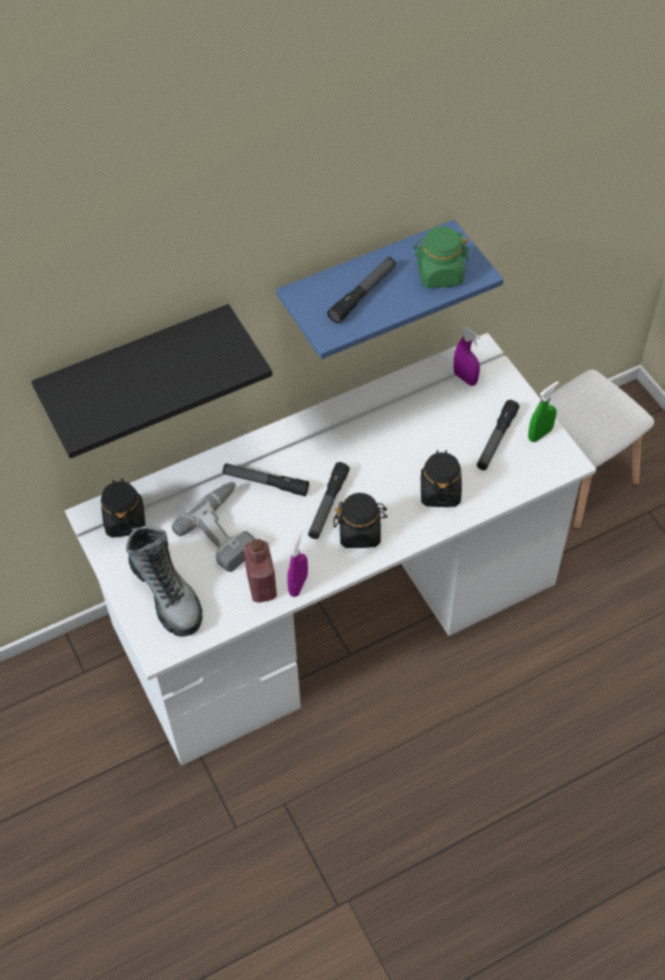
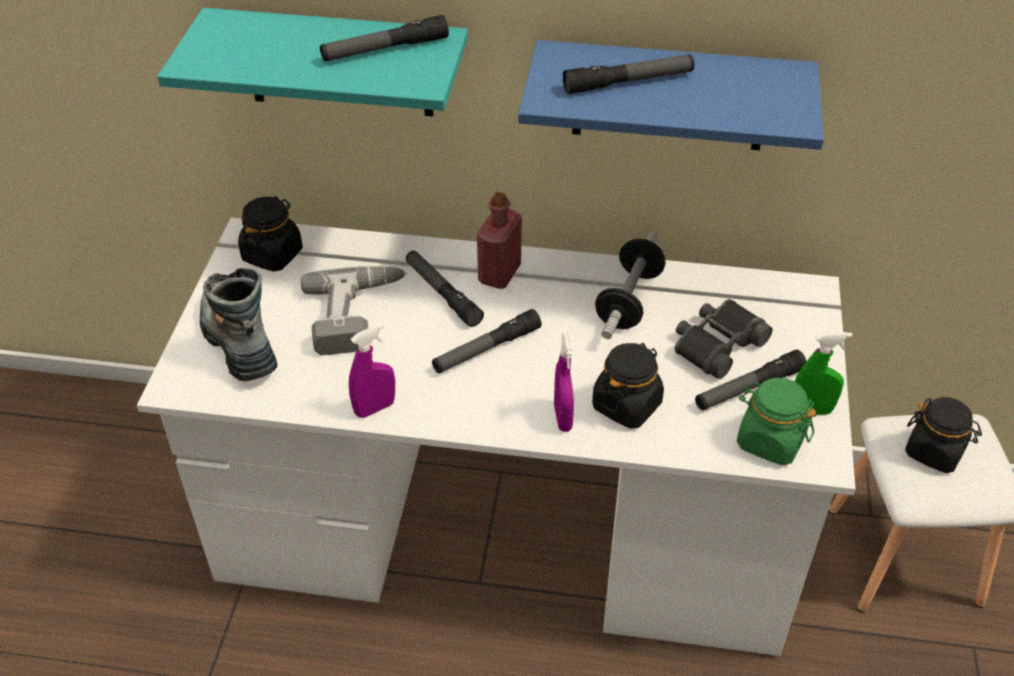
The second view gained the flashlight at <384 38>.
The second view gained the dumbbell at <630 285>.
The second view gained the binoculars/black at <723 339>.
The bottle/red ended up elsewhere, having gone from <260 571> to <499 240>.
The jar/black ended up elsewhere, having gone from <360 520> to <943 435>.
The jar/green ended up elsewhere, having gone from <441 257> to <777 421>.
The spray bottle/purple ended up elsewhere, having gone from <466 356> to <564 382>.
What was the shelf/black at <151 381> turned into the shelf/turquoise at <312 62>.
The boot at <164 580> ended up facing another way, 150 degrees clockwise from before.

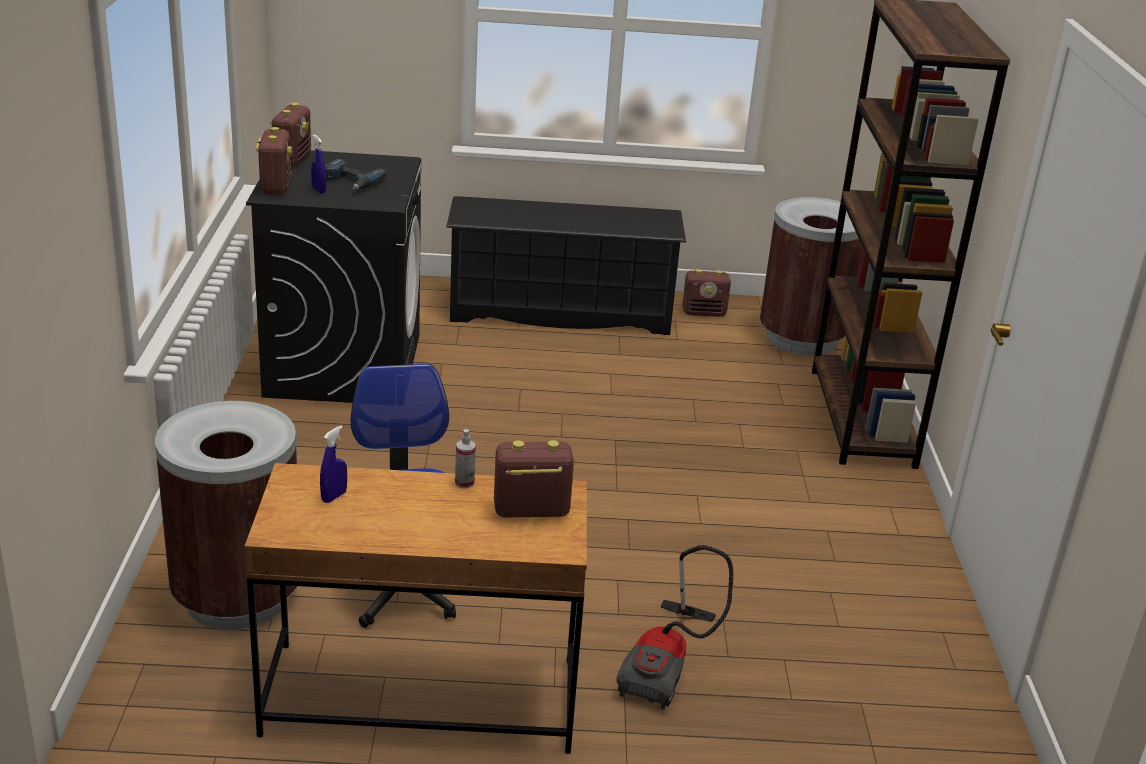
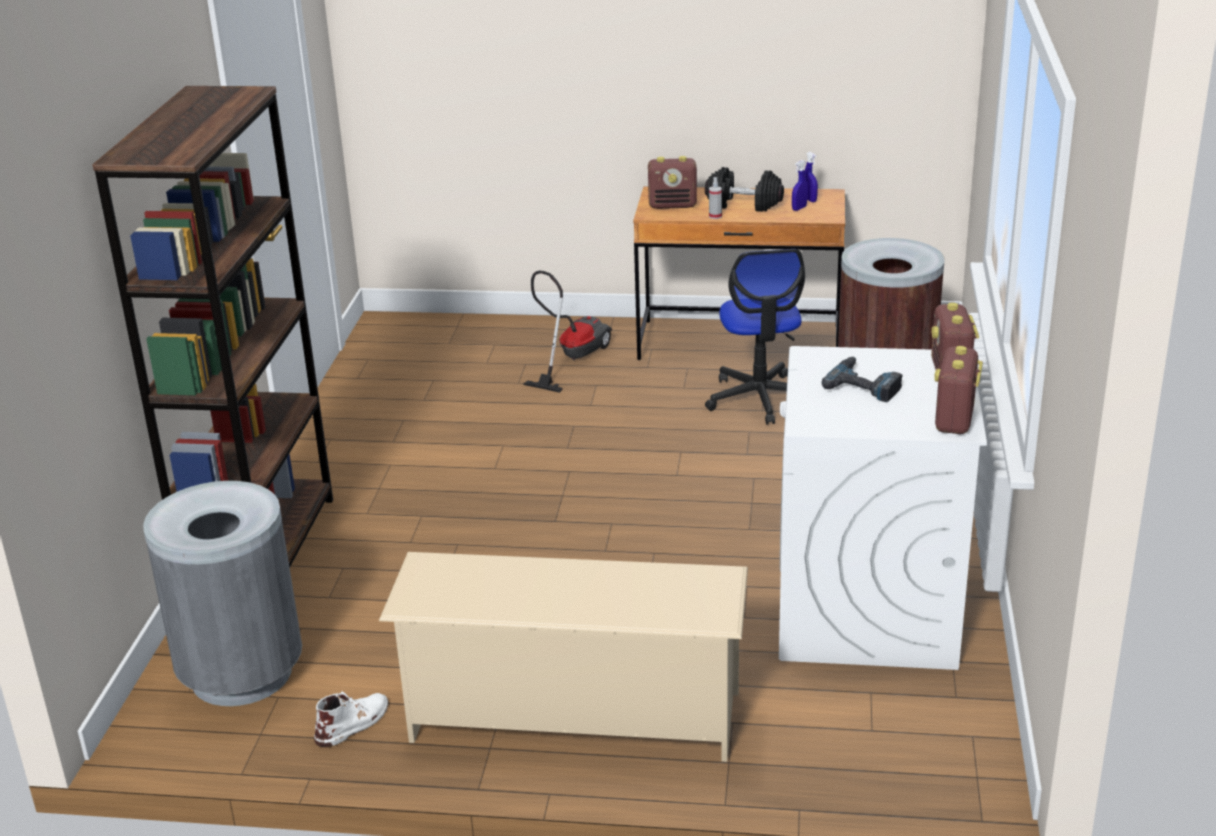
The second view gained the dumbbell/black at <744 189>.
The spray bottle/blue ended up elsewhere, having gone from <318 164> to <811 177>.
Where the radio stood at <706 293>, the boot/white came to stand at <351 719>.
What was the washing machine/black at <333 276> turned into the washing machine/white at <883 508>.
What was the shoe rack/black at <566 265> turned into the shoe rack/beige at <563 657>.
What was the trash can/brown at <811 276> turned into the trash can/grey at <222 593>.

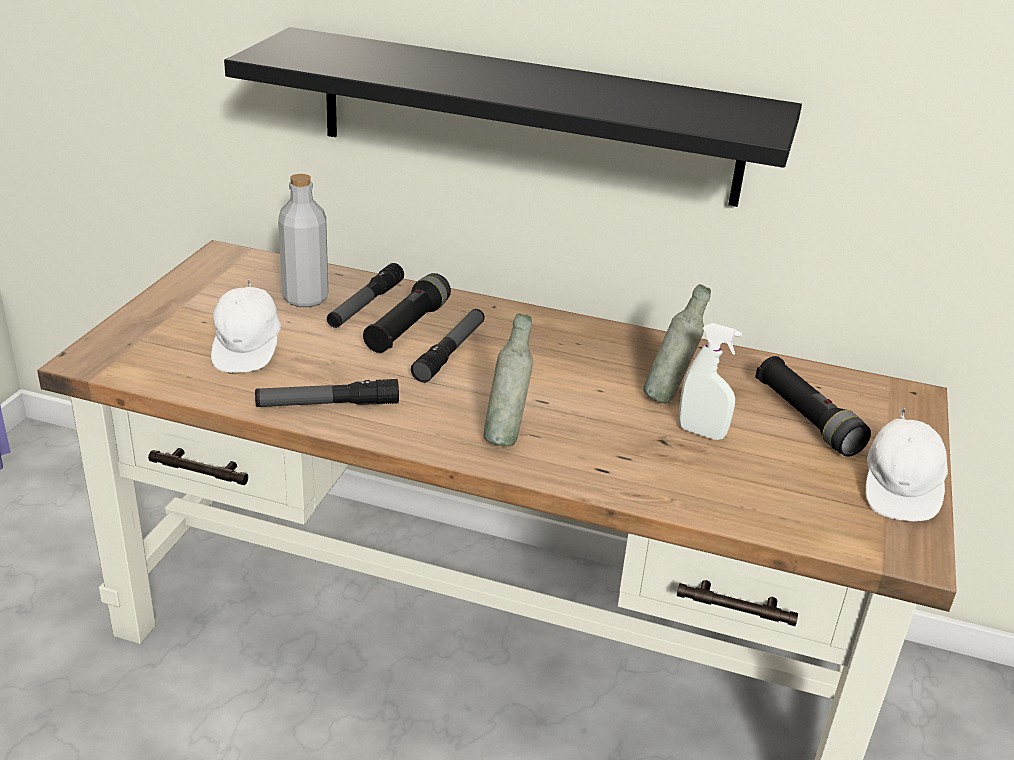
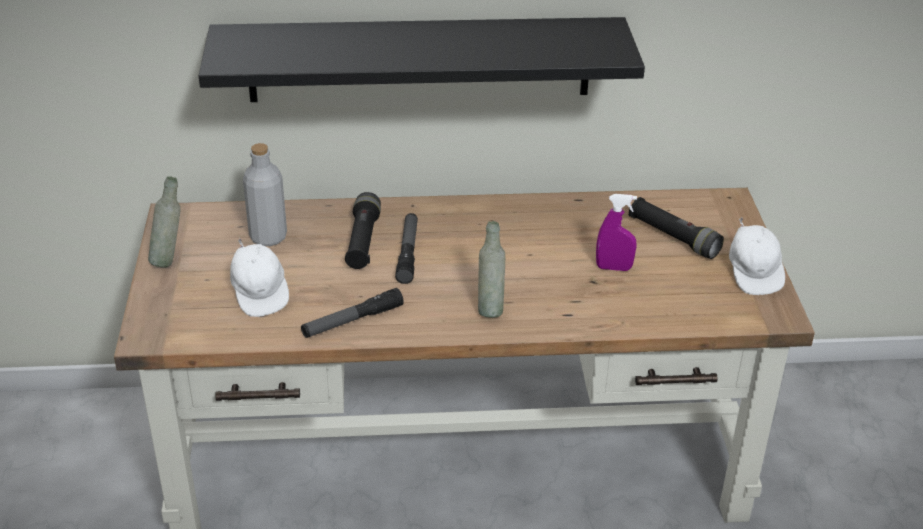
The second view lost the flashlight at <365 295>.
The bottle/grey ended up elsewhere, having gone from <677 343> to <164 222>.
What was the spray bottle/white at <710 381> turned into the spray bottle/purple at <616 232>.

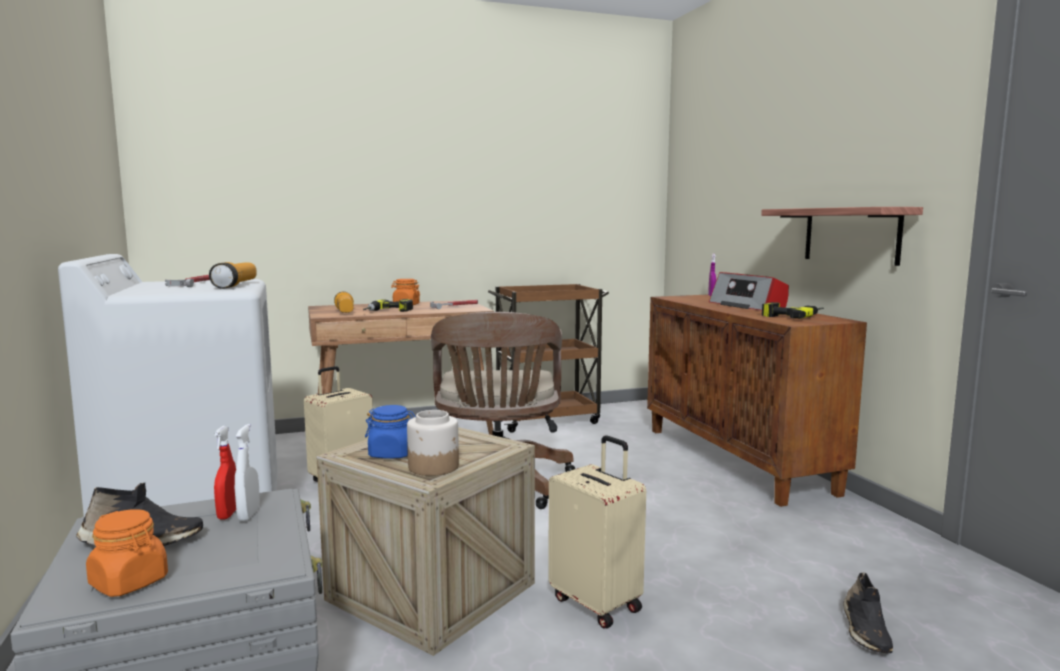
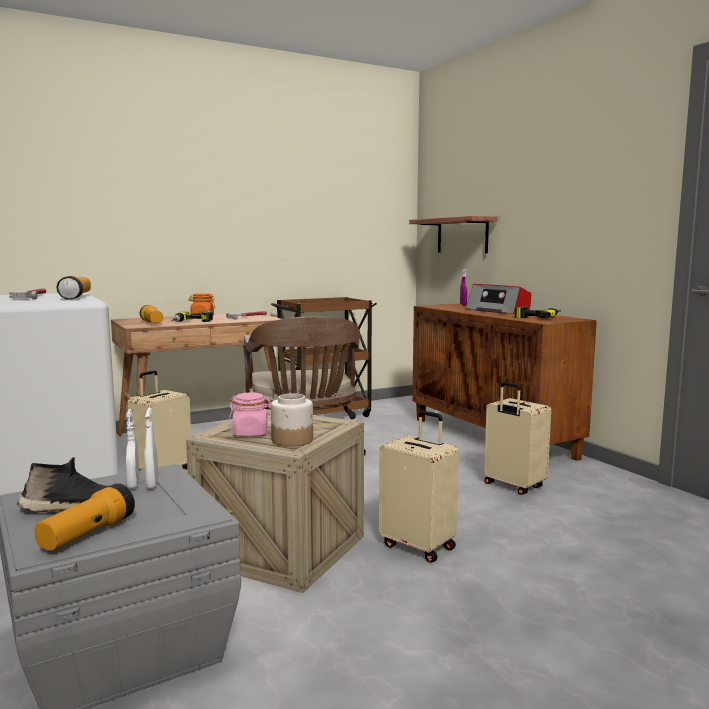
The second view lost the shoe/black at <868 612>.
The second view gained the suitcase/beige at <517 438>.
The shelf ended up elsewhere, having gone from <842 236> to <453 234>.
Where the jar/orange stood at <127 553>, the flashlight came to stand at <85 517>.
What was the spray bottle/red at <225 473> turned into the spray bottle/white at <132 448>.
What was the jar/blue at <390 432> turned into the jar/pink at <249 415>.

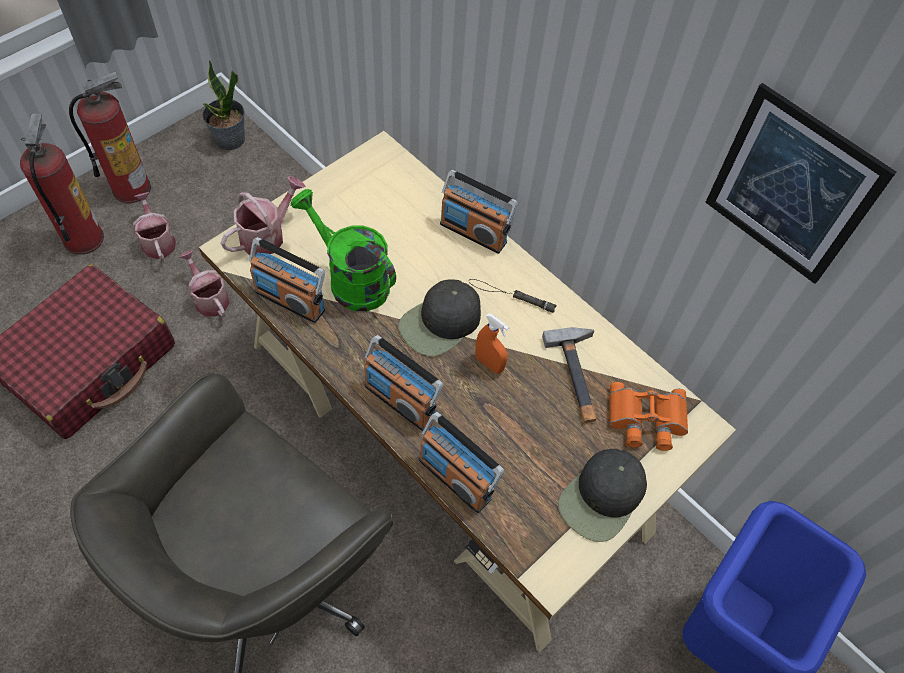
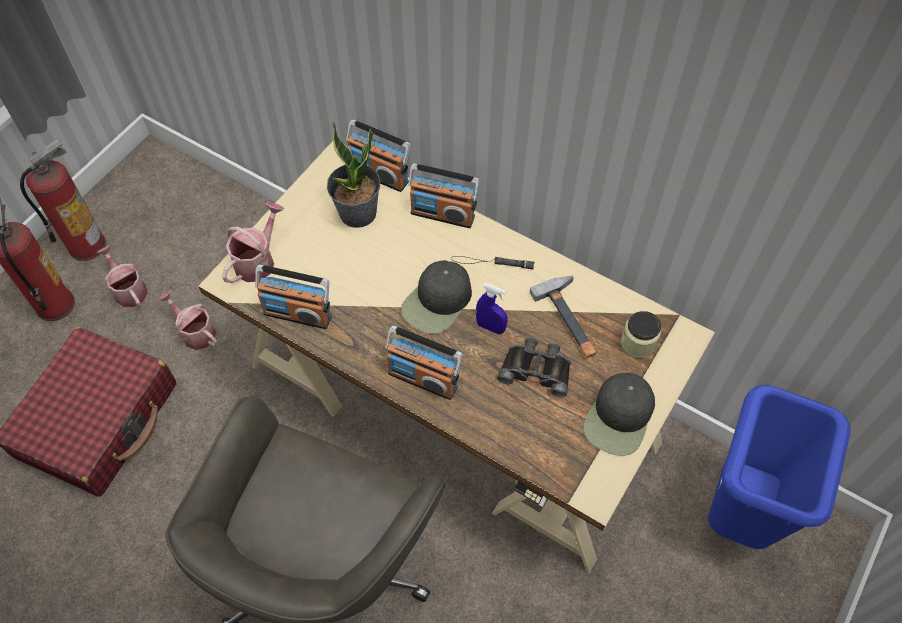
The second view lost the watering can/green at <343 250>.
The second view lost the picture at <800 183>.
The second view gained the binoculars/black at <534 367>.
The potted plant ended up elsewhere, having gone from <224 105> to <353 175>.
The radio ended up elsewhere, having gone from <461 462> to <378 156>.
Where the binoculars/orange stood at <648 416>, the jar came to stand at <641 334>.
What was the spray bottle/orange at <492 343> turned into the spray bottle/blue at <492 308>.

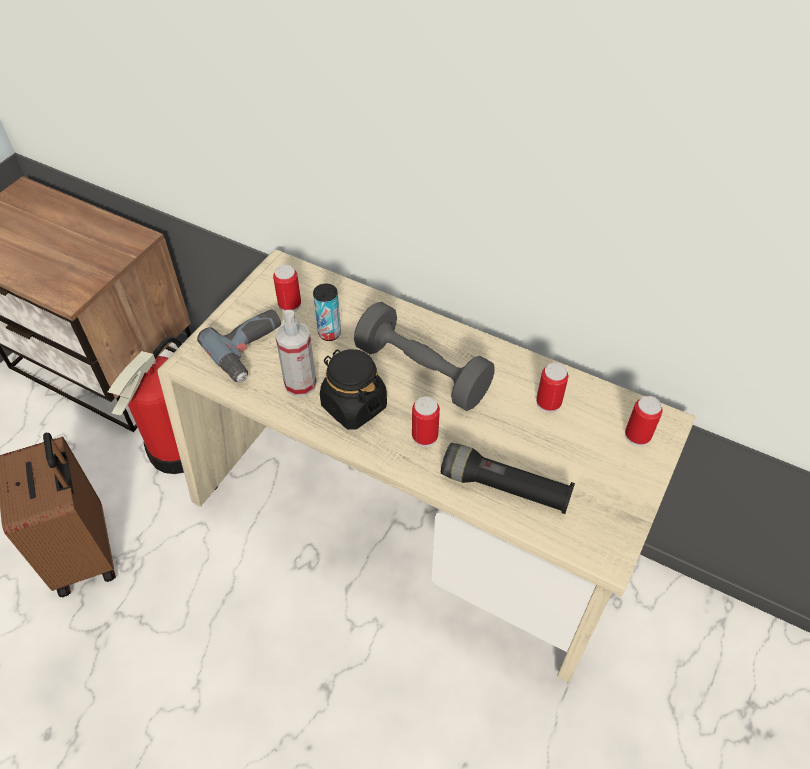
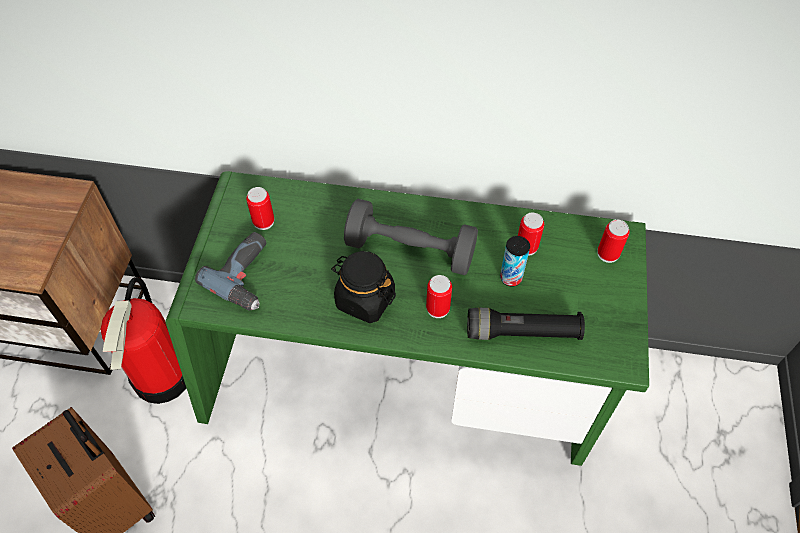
The second view lost the spray bottle at <296 353>.
The can ended up elsewhere, having gone from <327 312> to <515 261>.
What was the desk/beige at <426 466> turned into the desk/green at <407 318>.

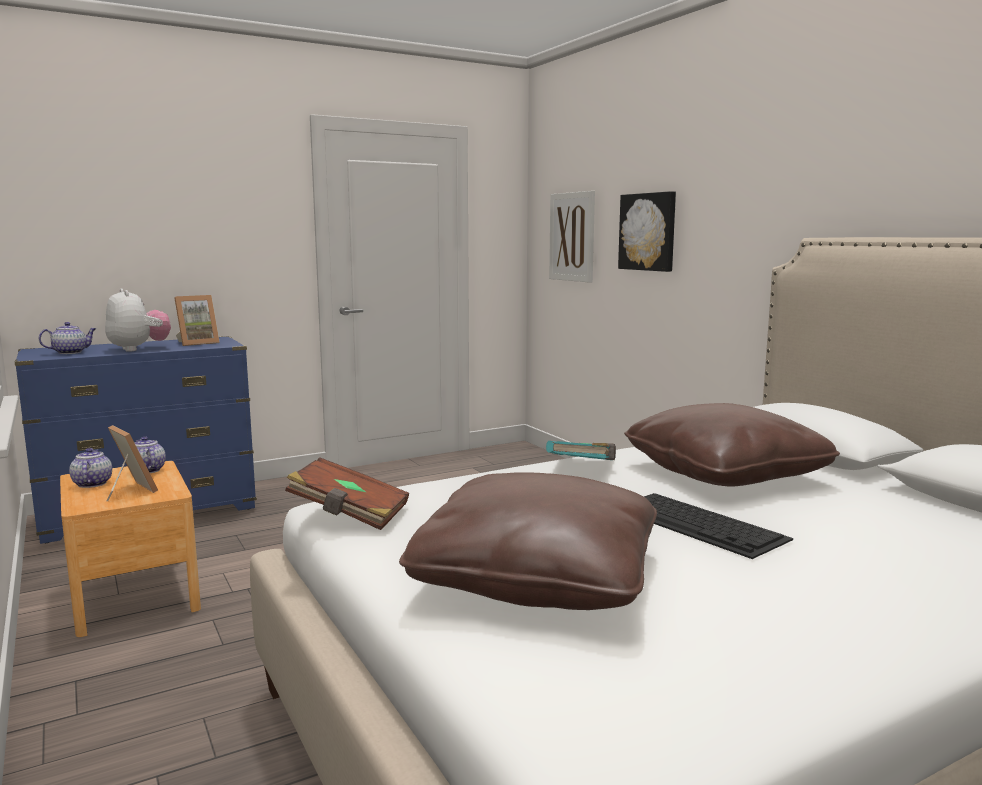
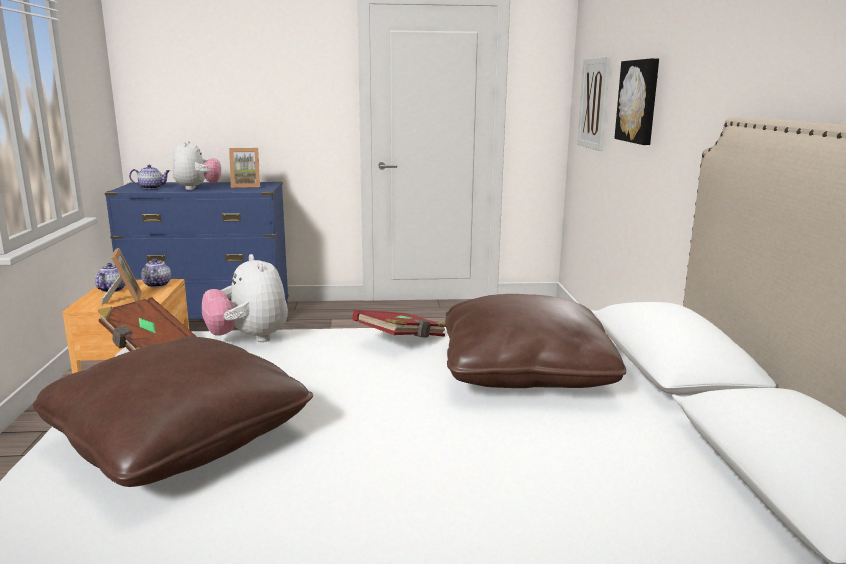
The second view lost the keyboard at <718 526>.
The second view gained the plush toy at <245 298>.
What was the book/turquoise at <581 450> turned into the book/red at <399 323>.

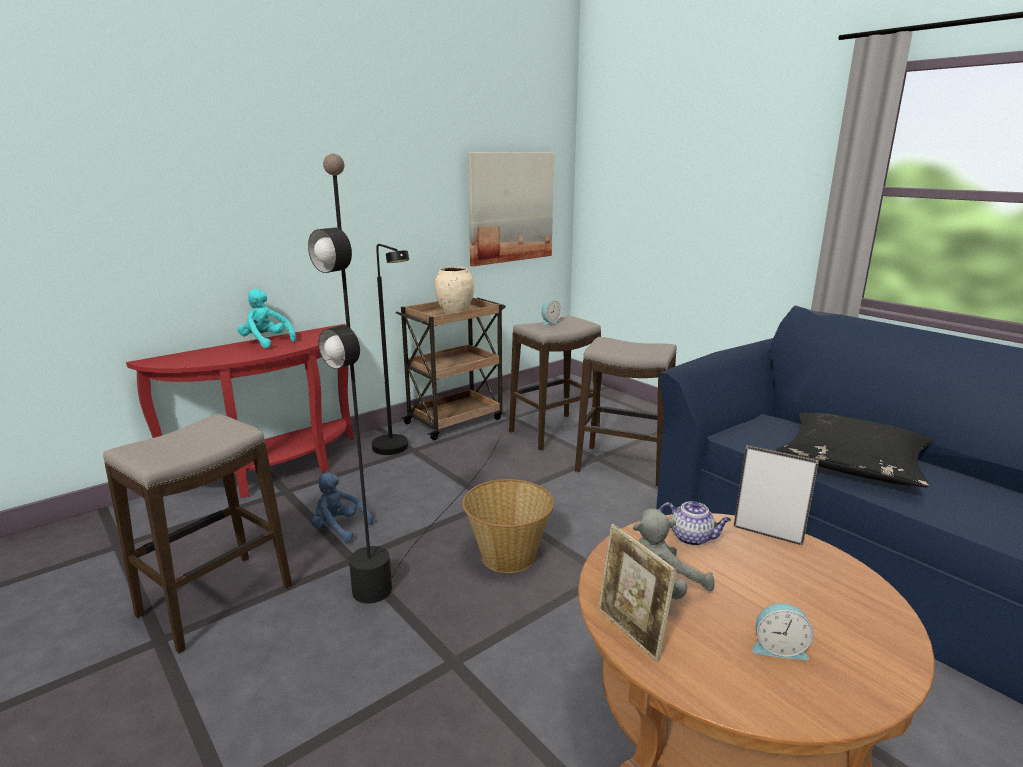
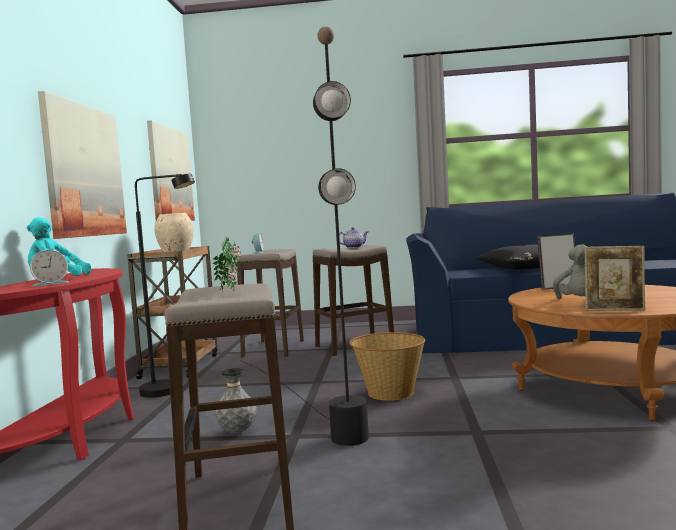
The second view gained the picture at <82 165>.
The second view gained the potted plant at <227 264>.
The teapot ended up elsewhere, having gone from <695 523> to <353 237>.
The alarm clock ended up elsewhere, having gone from <783 631> to <49 268>.
Where the plush toy/blue stood at <342 507>, the vase/grey came to stand at <235 400>.

